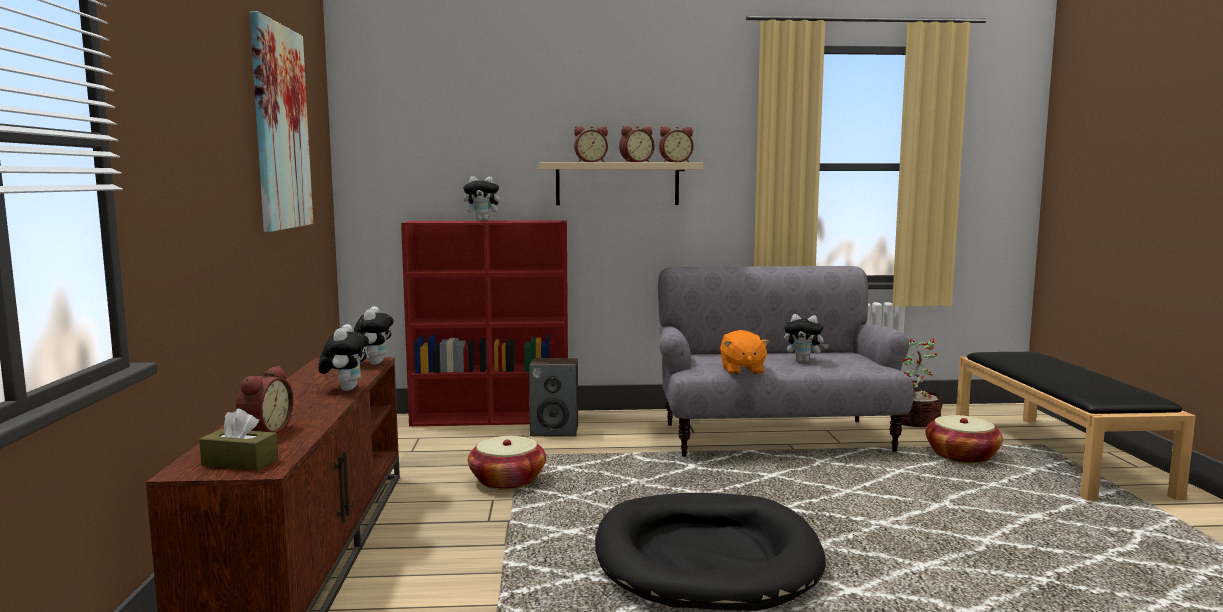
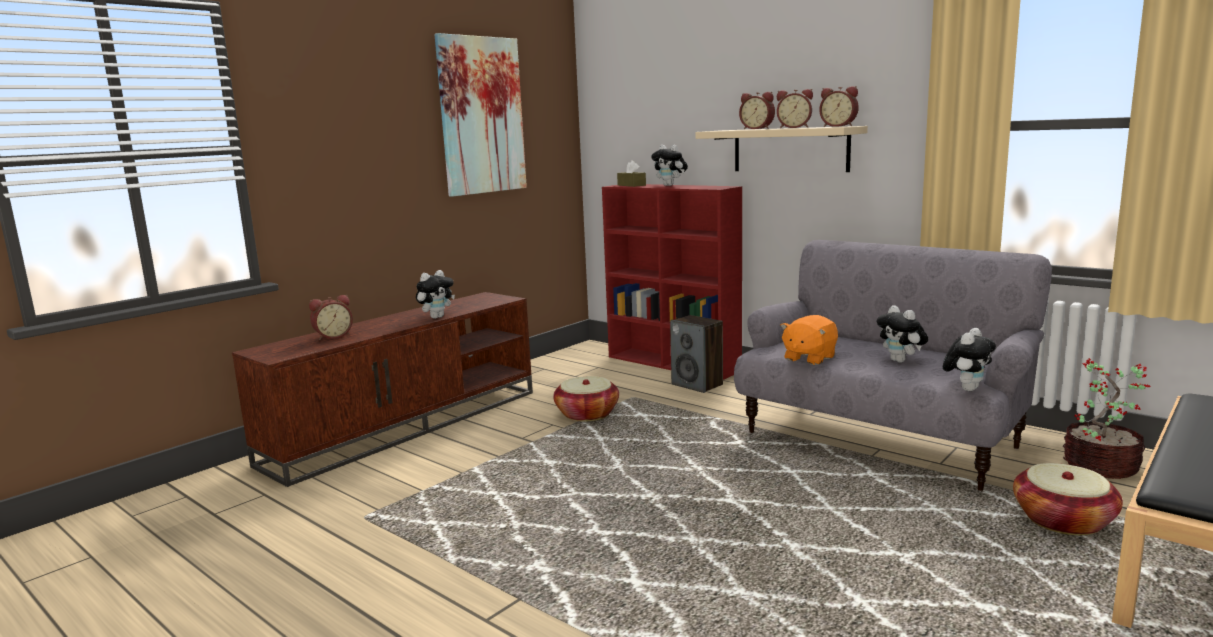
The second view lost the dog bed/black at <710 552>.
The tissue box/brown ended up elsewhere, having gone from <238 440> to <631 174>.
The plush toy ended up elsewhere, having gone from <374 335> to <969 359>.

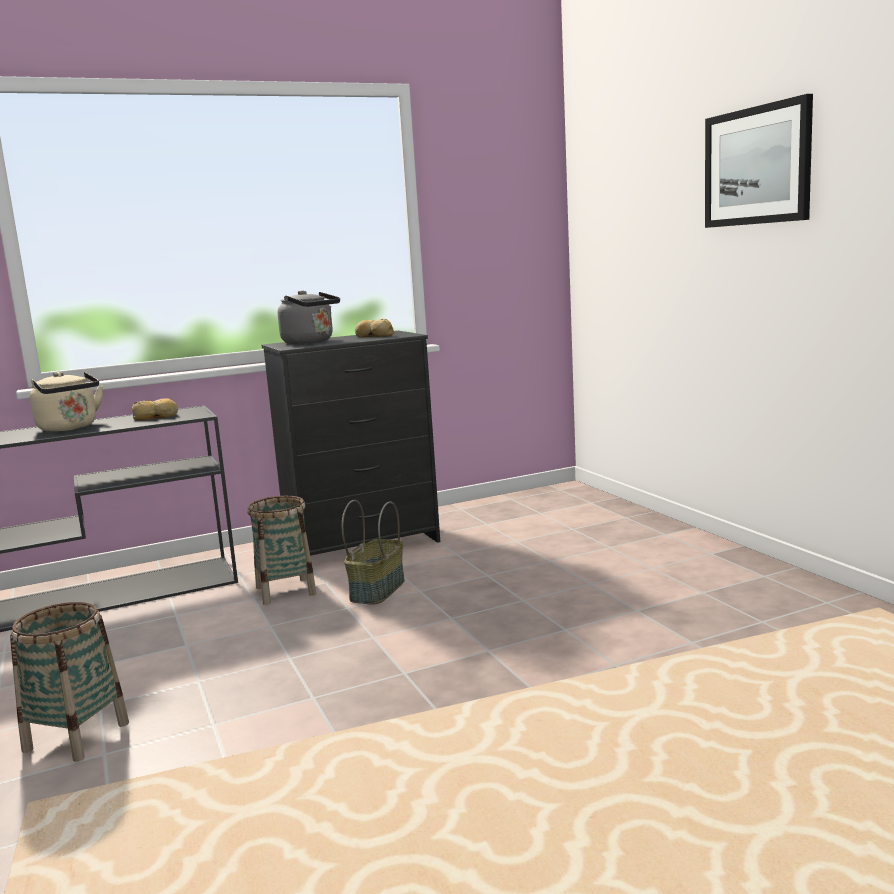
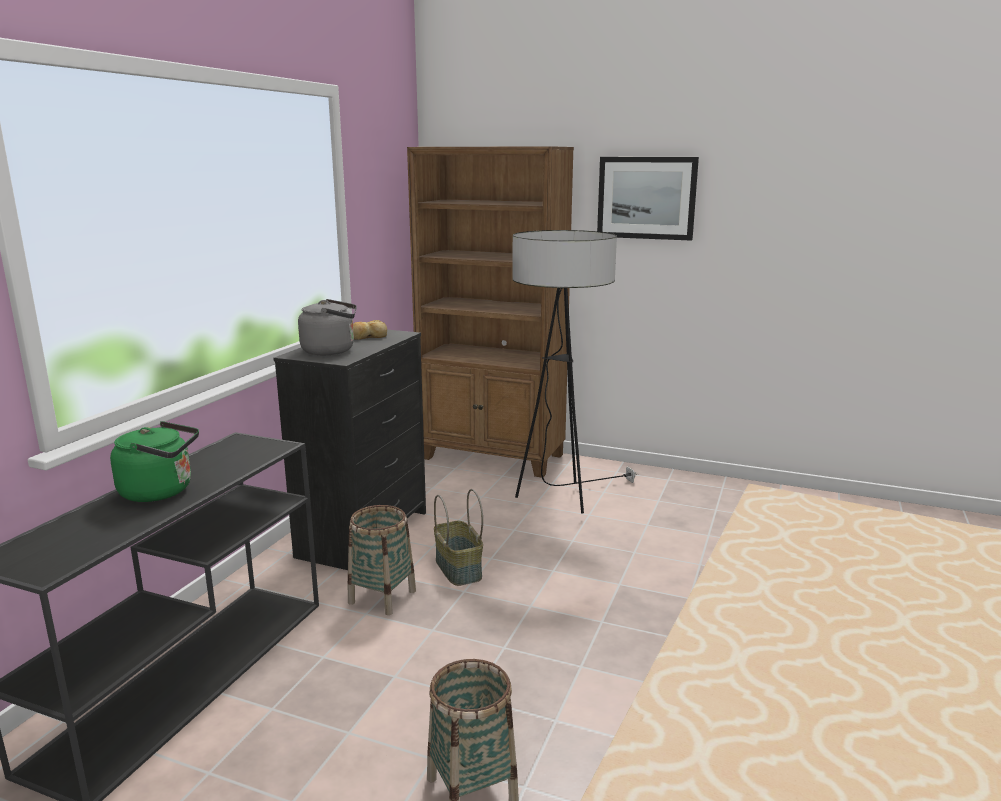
The second view lost the bread at <155 409>.
The second view gained the bookcase/brown at <490 312>.
The second view gained the floor lamp at <574 372>.
What was the kettle/beige at <66 402> turned into the kettle/green at <154 461>.

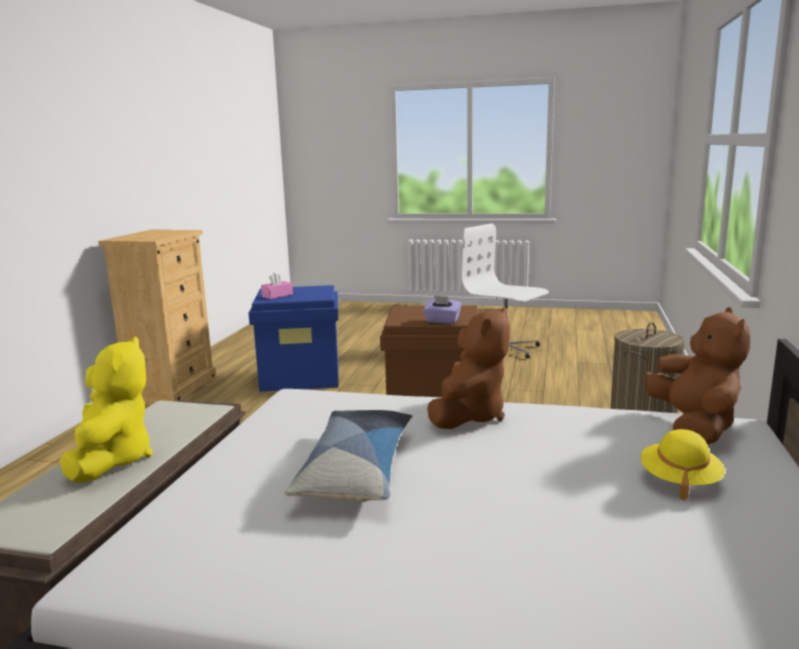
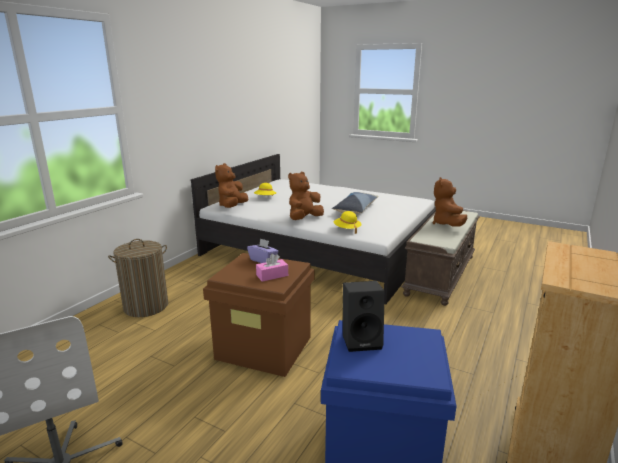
The second view gained the hat/yellow at <348 222>.
The second view gained the speaker/black at <364 316>.
The tissue box/pink ended up elsewhere, having gone from <277 285> to <272 268>.
What was the plush toy/yellow at <106 409> turned into the plush toy/brown at <450 202>.

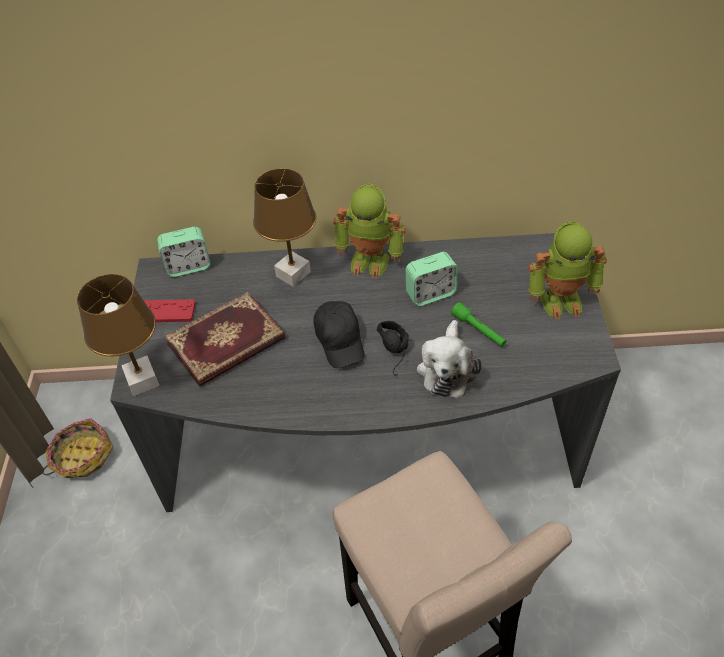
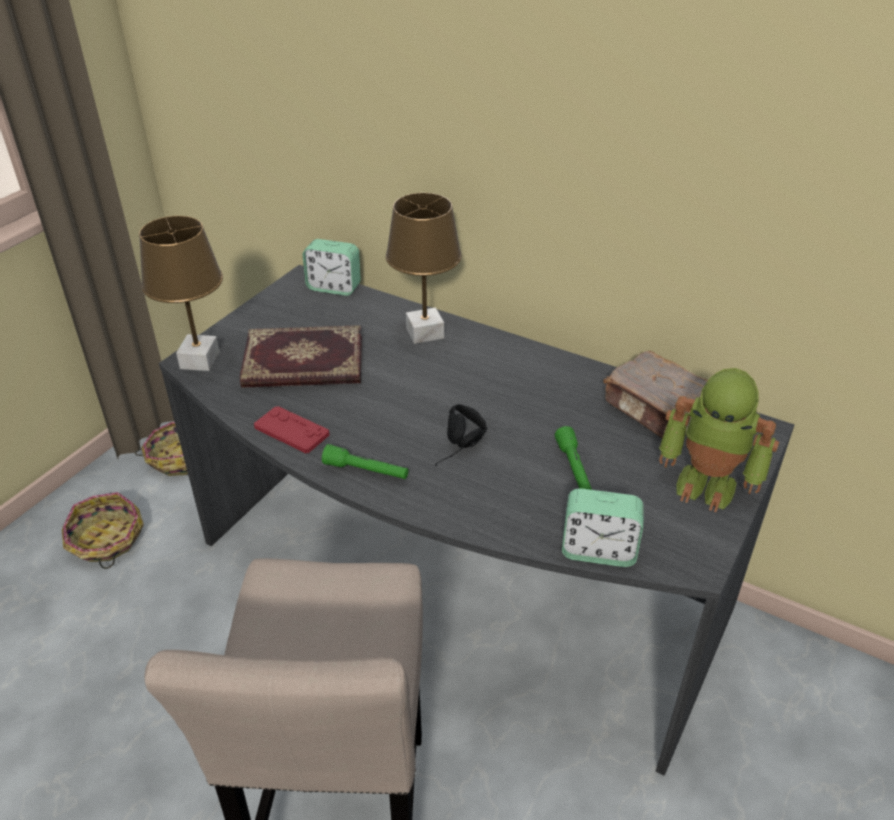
The second view lost the cap/black at <339 334>.
The second view lost the toy robot at <369 231>.
The second view lost the plush toy at <449 359>.
The second view gained the basket at <103 530>.
The second view gained the flashlight/green at <365 461>.
The second view gained the book/brown at <655 394>.
The game controller/red ended up elsewhere, having gone from <170 310> to <292 429>.
The alarm clock ended up elsewhere, having gone from <432 279> to <603 527>.

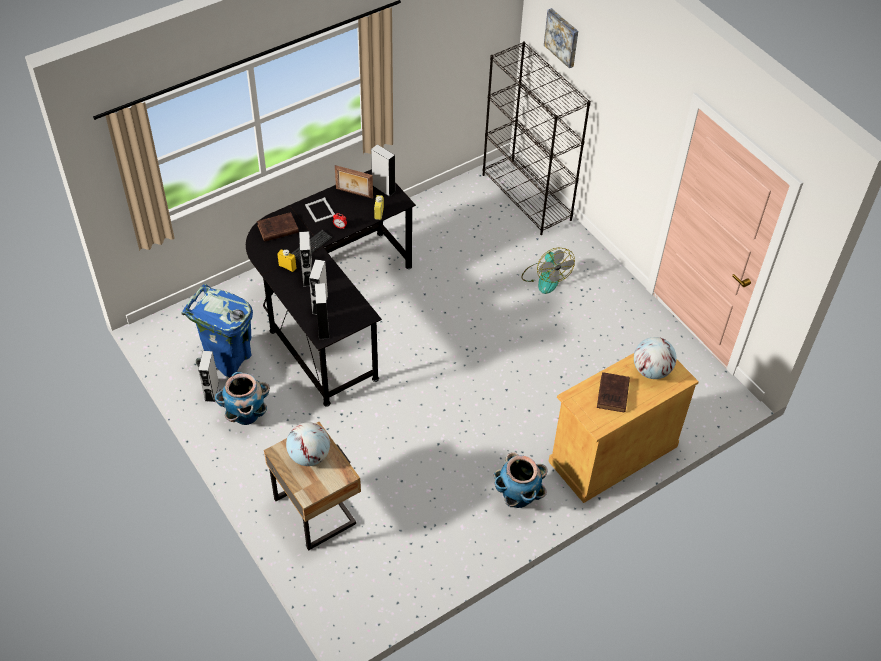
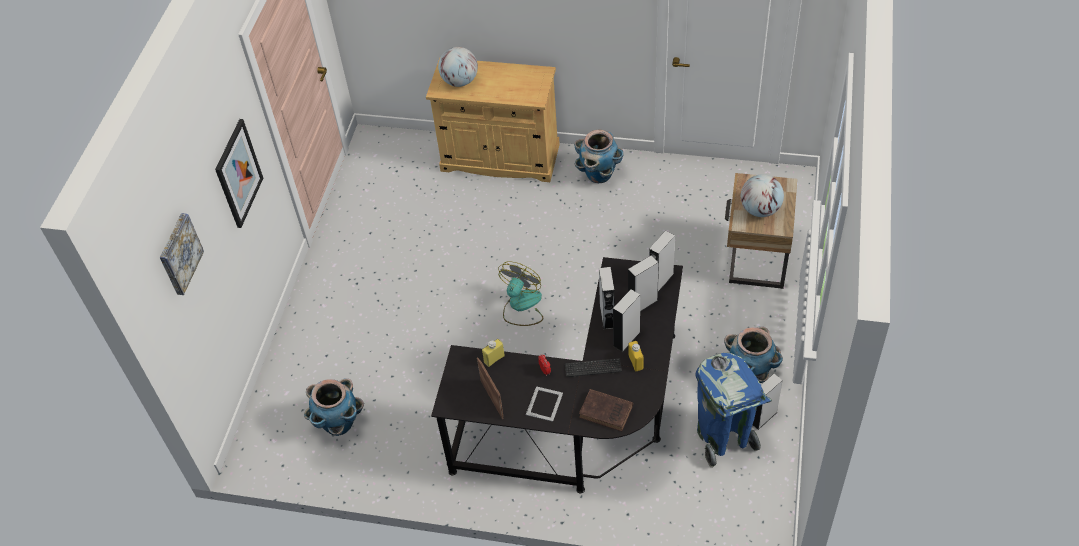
The second view lost the bookcase/black at <537 138>.
The second view lost the book/brown at <613 392>.
The second view gained the picture at <239 173>.
The second view gained the planter at <334 407>.
The speaker/grey ended up elsewhere, having gone from <383 170> to <607 298>.
The fan ended up elsewhere, having gone from <548 271> to <520 293>.

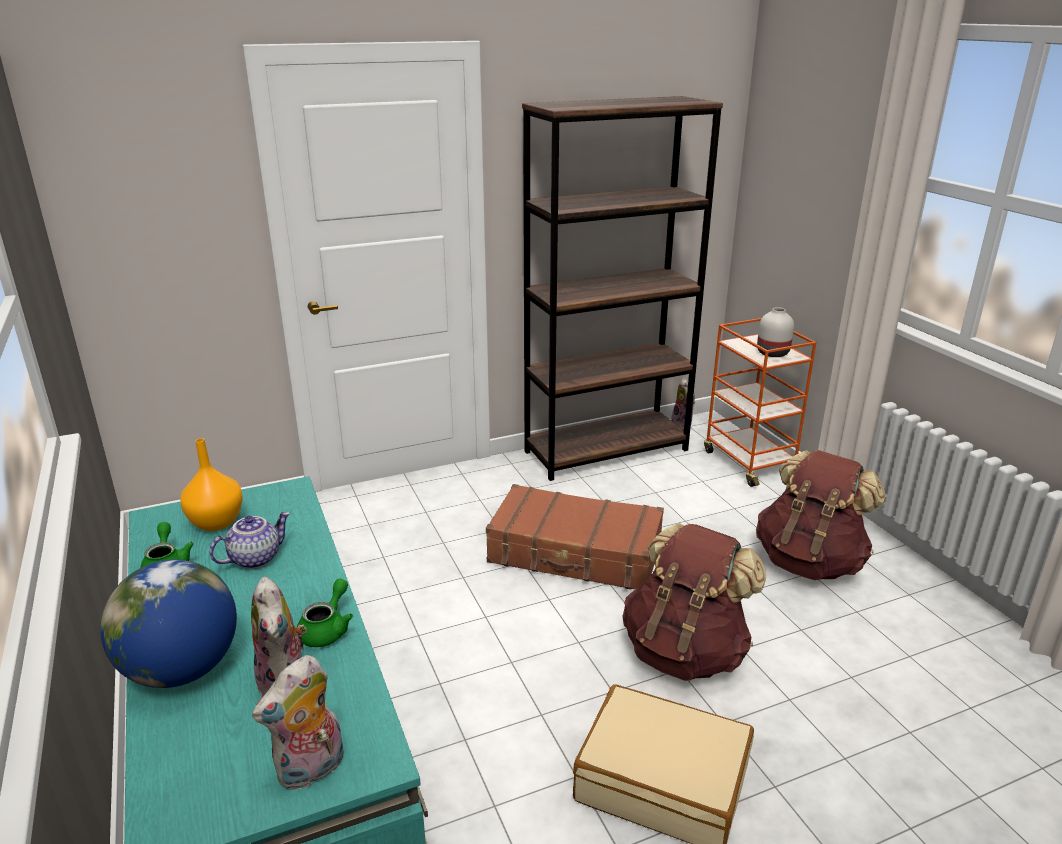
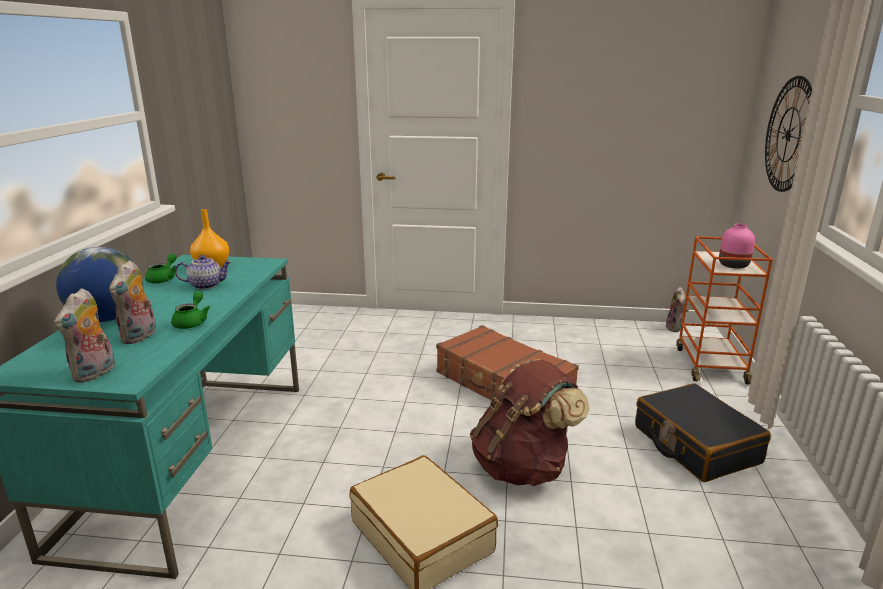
The second view lost the bookcase/brown at <622 288>.
The second view gained the wall clock at <788 134>.
Where the backpack/brown stood at <821 515>, the suitcase/black came to stand at <703 432>.
What was the vase/white at <775 332> turned into the vase/pink at <737 246>.
The plush toy at <298 723> ended up facing another way, 60 degrees counterclockwise from before.
The teapot/green at <325 612> ended up facing another way, 45 degrees counterclockwise from before.

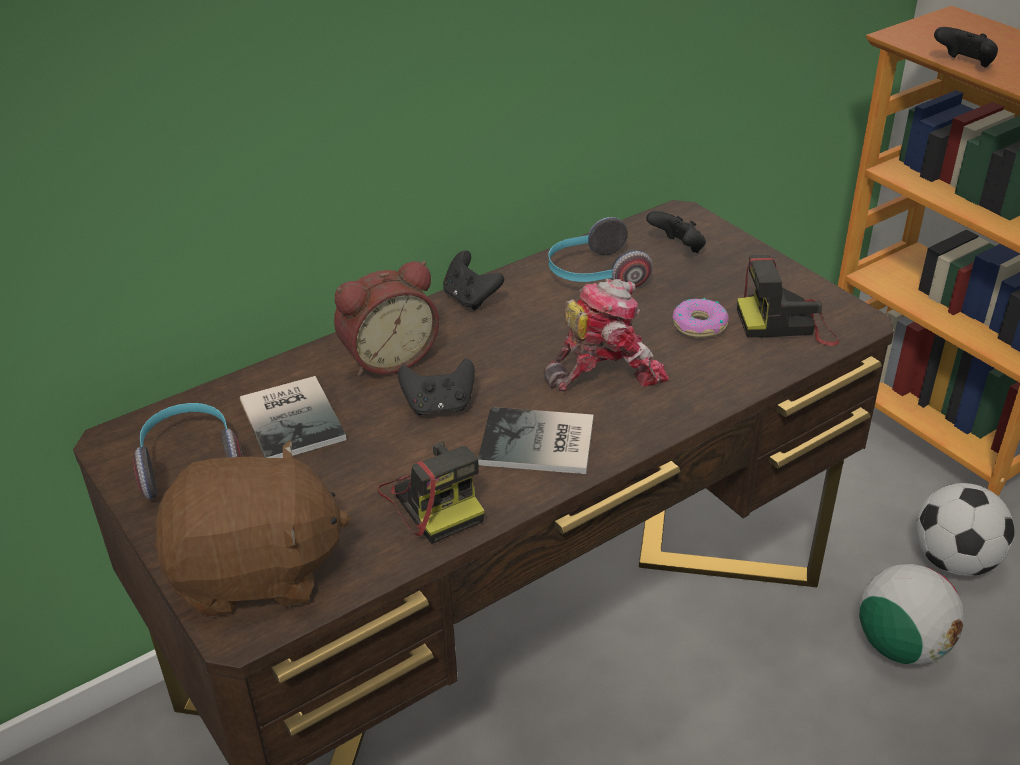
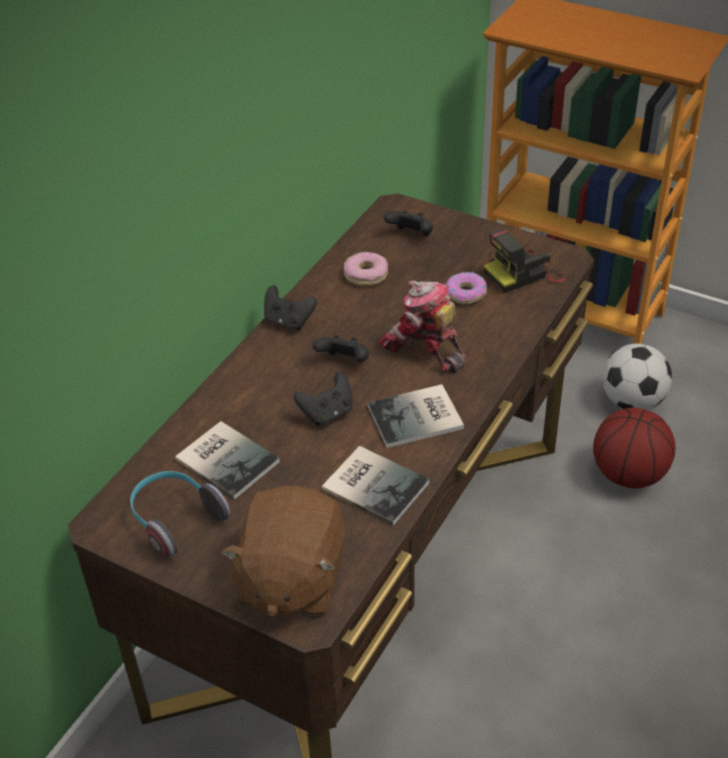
The second view lost the alarm clock at <386 318>.
The game controller/black ended up elsewhere, having gone from <966 47> to <341 348>.
Where the photo camera stood at <431 492>, the book came to stand at <375 485>.
Where the headphones stood at <600 252>, the donut came to stand at <366 269>.
Where the football stood at <911 614>, the basketball came to stand at <634 448>.
The plush toy/brown at <253 528> ended up facing another way, 135 degrees clockwise from before.
The toy robot at <606 335> ended up facing another way, 90 degrees counterclockwise from before.

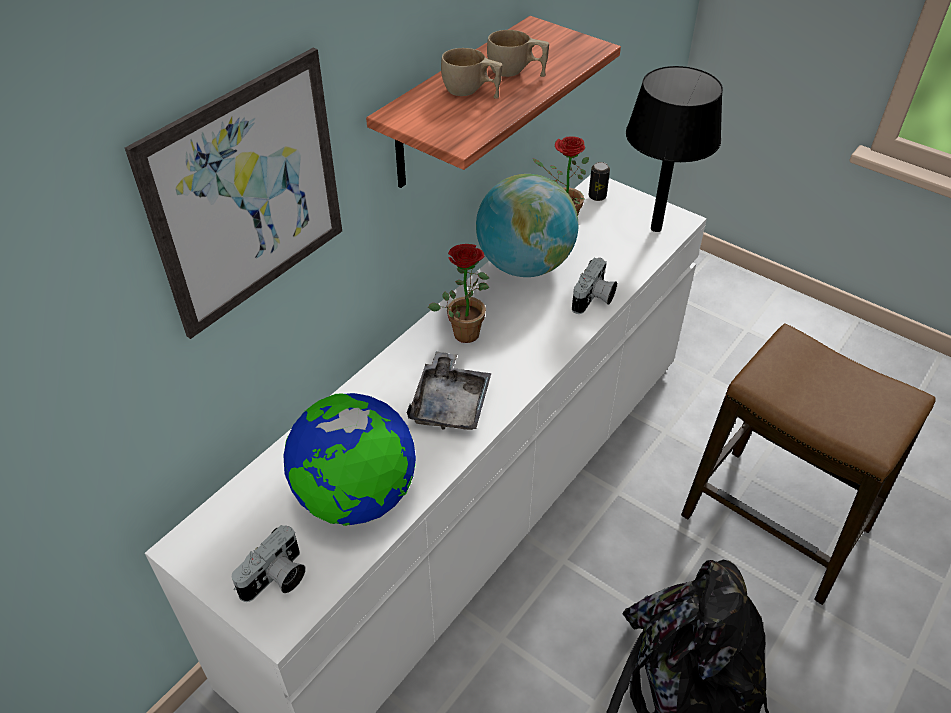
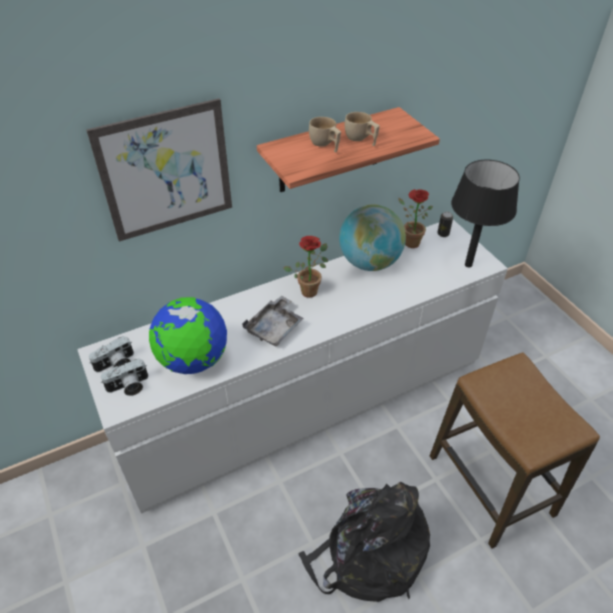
The photo camera ended up elsewhere, having gone from <594 286> to <111 354>.

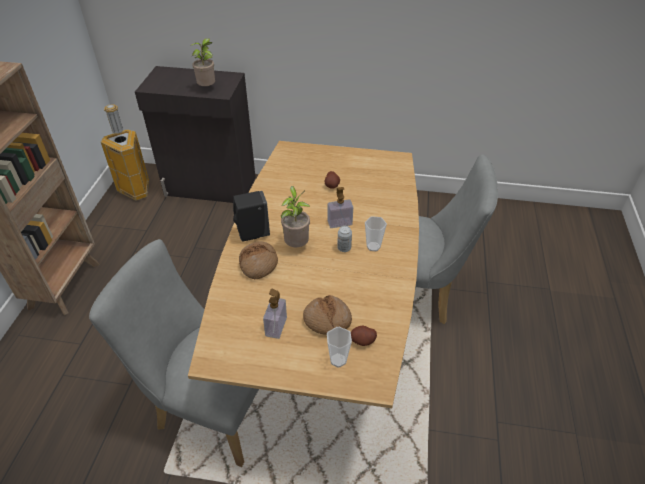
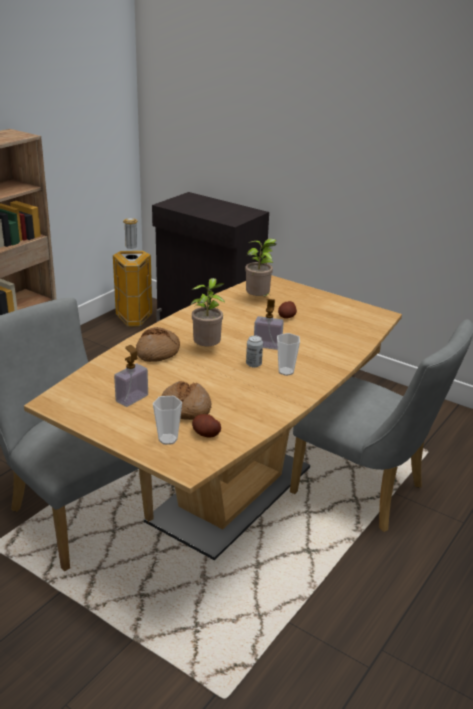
The second view lost the soap dispenser/black at <251 216>.
The potted plant ended up elsewhere, having gone from <202 62> to <261 267>.

